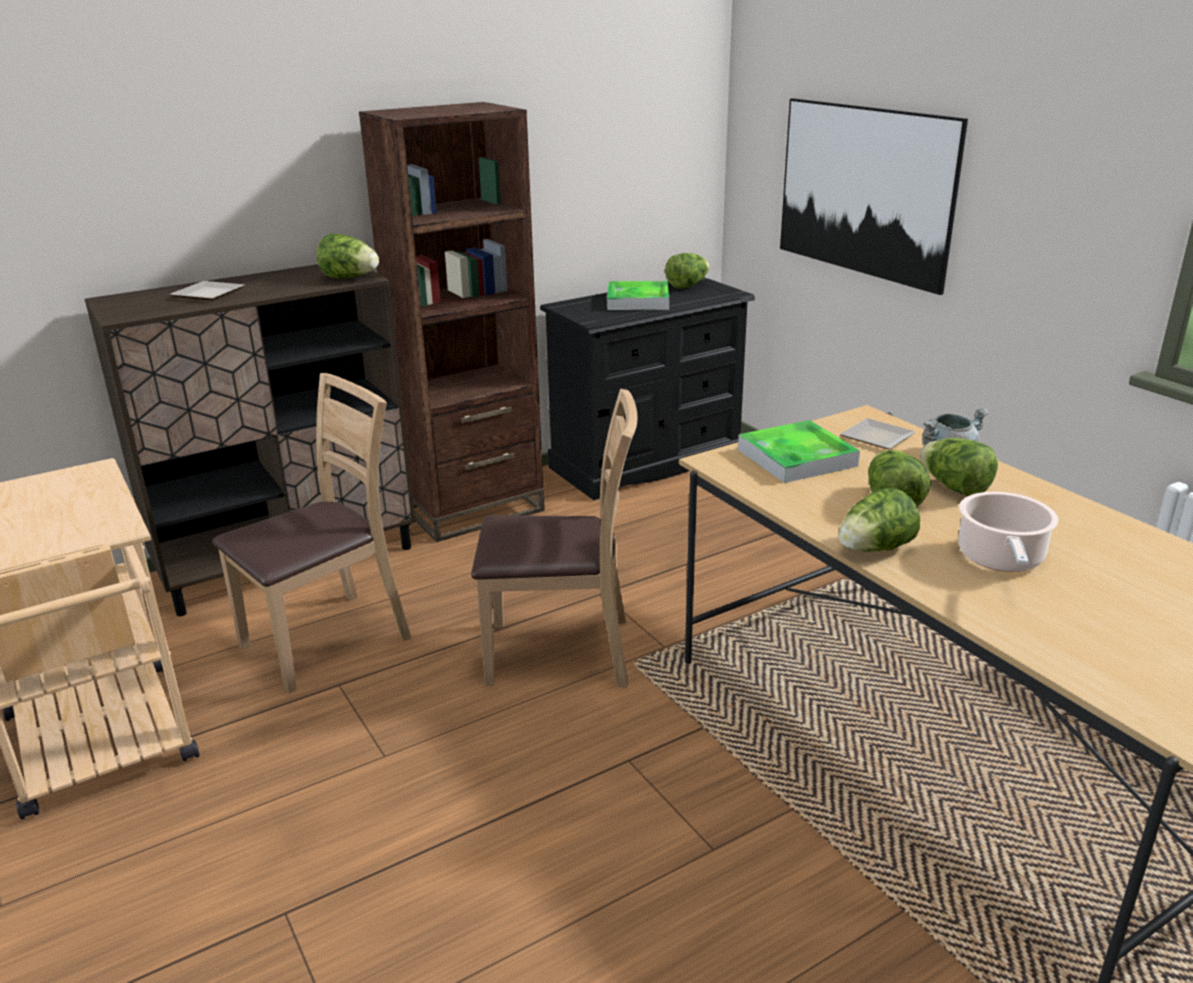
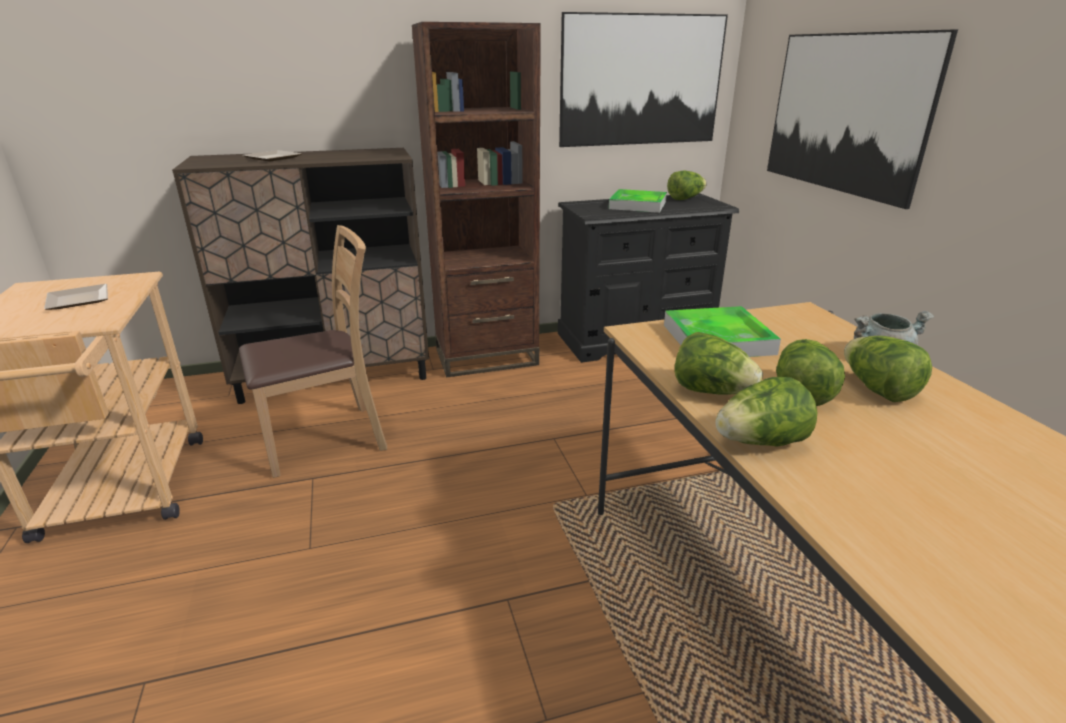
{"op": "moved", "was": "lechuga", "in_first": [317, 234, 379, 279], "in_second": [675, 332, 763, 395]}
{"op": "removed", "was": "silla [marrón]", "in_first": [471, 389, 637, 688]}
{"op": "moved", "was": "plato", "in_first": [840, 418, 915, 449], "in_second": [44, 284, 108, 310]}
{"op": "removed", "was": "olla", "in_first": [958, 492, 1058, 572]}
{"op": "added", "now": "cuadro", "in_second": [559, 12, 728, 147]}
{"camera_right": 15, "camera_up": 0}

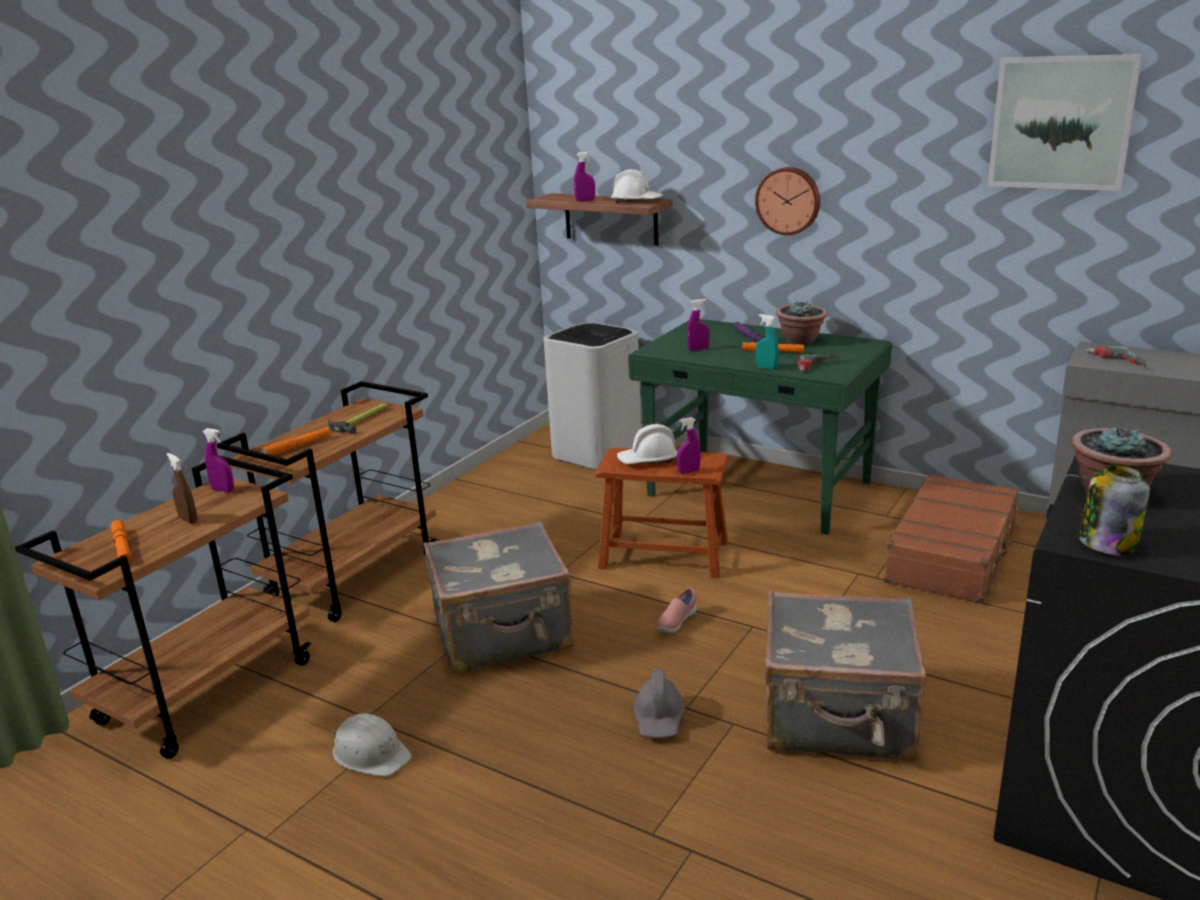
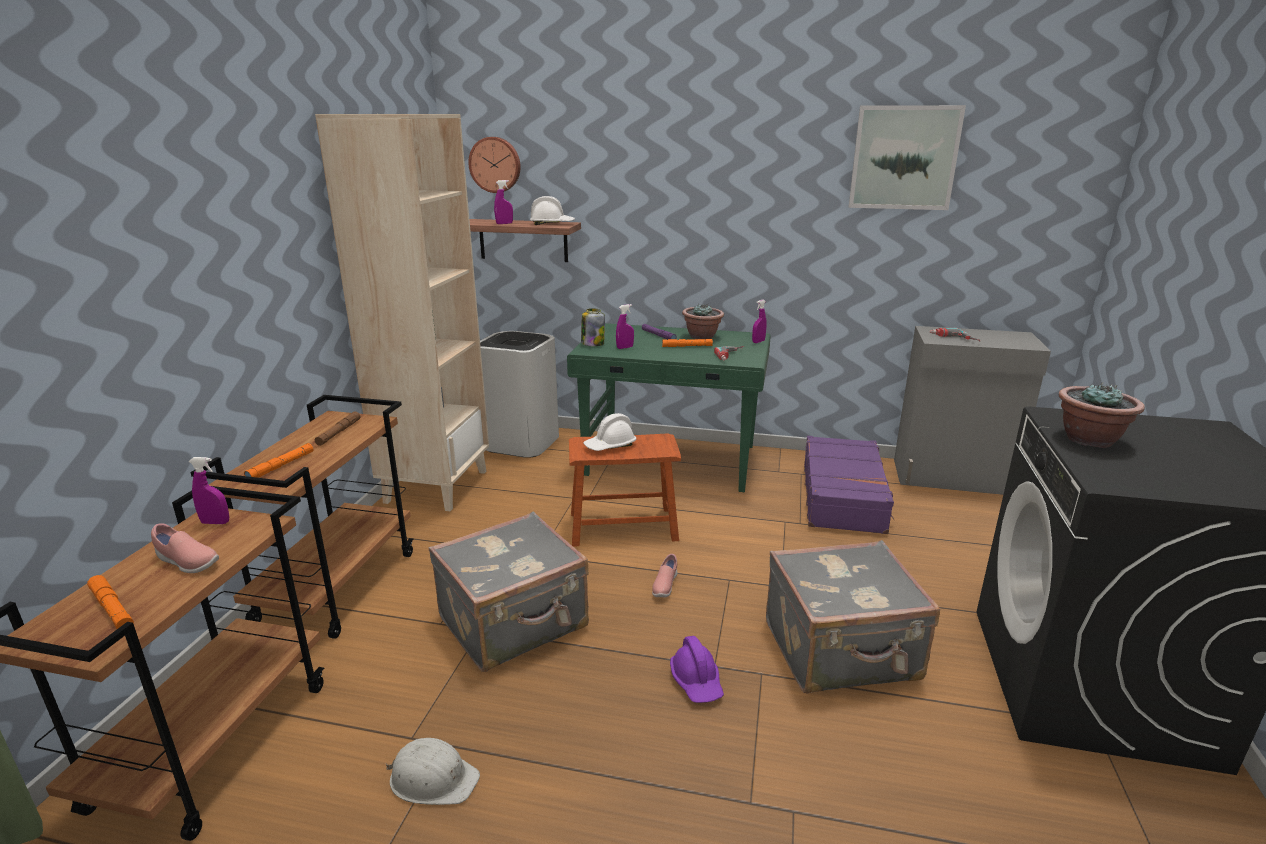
{"op": "moved", "was": "reloj de pared", "in_first": [755, 167, 820, 235], "in_second": [468, 137, 521, 193]}
{"op": "removed", "was": "pulverizador [turquesa]", "in_first": [755, 314, 779, 370]}
{"op": "replaced", "was": "martillo", "now": "linterna [marrón]", "in_first": [328, 403, 388, 434], "in_second": [315, 412, 360, 446]}
{"op": "moved", "was": "pulverizador [morado]", "in_first": [677, 417, 701, 474], "in_second": [752, 300, 767, 343]}
{"op": "replaced", "was": "pulverizador [marrón]", "now": "zapato [rosa]", "in_first": [167, 453, 198, 524], "in_second": [151, 523, 219, 573]}
{"op": "moved", "was": "tarro", "in_first": [1079, 465, 1150, 555], "in_second": [581, 308, 605, 346]}
{"op": "recoloured", "was": "maleta [marrón]", "now": "maleta [morado]", "in_first": [884, 474, 1020, 604], "in_second": [804, 436, 895, 534]}
{"op": "recoloured", "was": "casco [gris]", "now": "casco [morado]", "in_first": [633, 669, 685, 738], "in_second": [670, 636, 724, 703]}
{"op": "added", "now": "estantería [beis]", "in_second": [315, 114, 489, 511]}
{"camera_right": -20, "camera_up": 0}

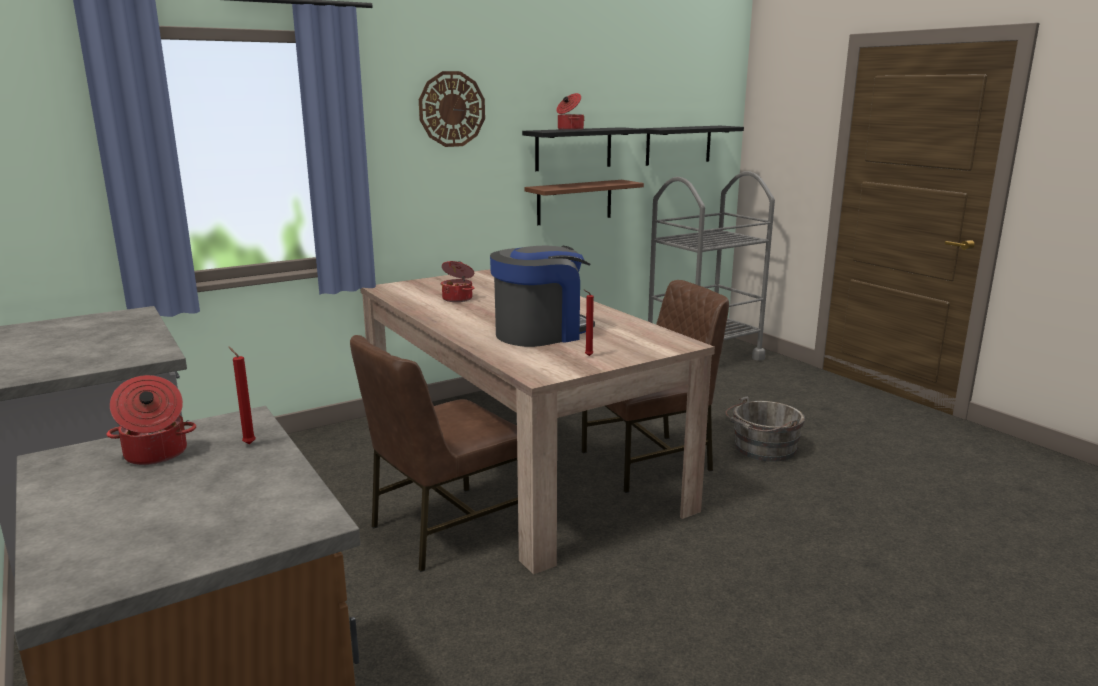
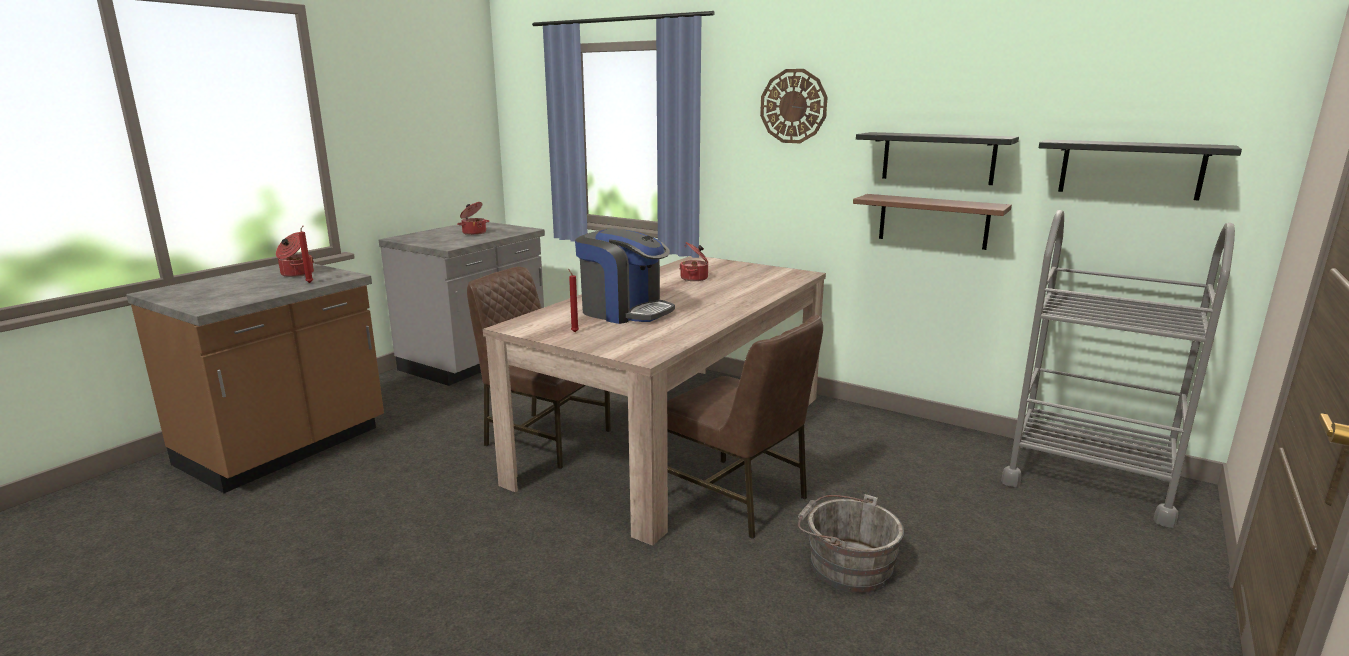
{"op": "moved", "was": "olla", "in_first": [556, 93, 584, 131], "in_second": [457, 202, 490, 235]}
{"camera_right": 65, "camera_up": 0}

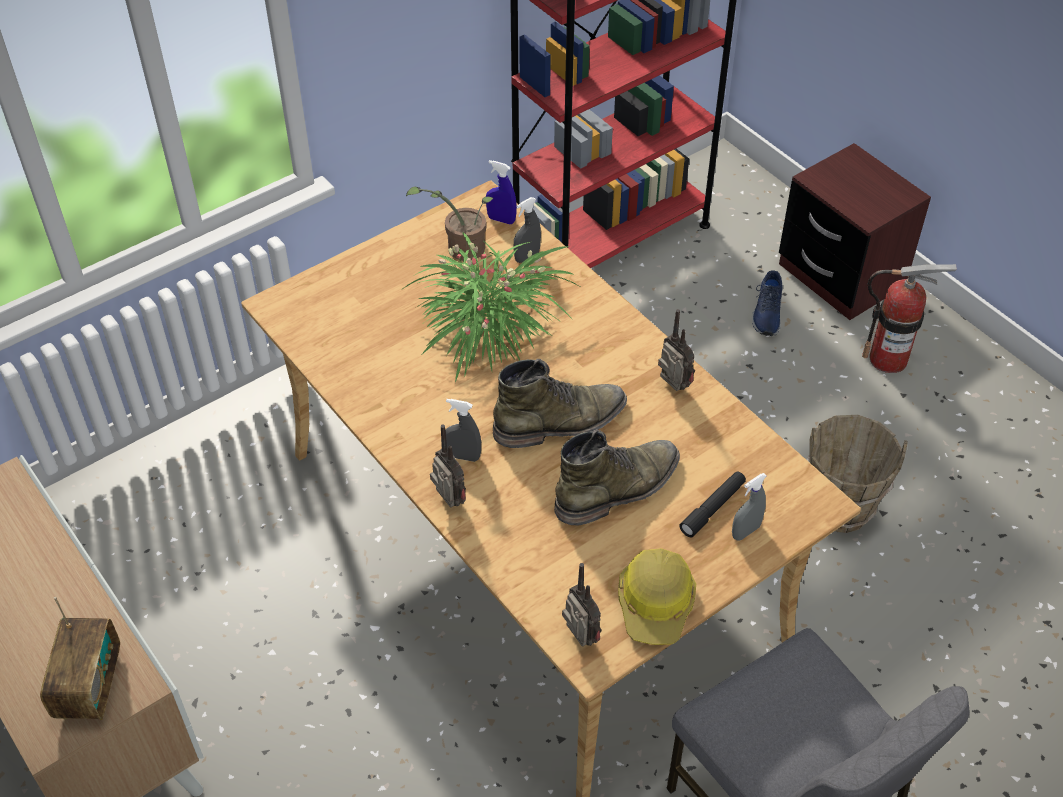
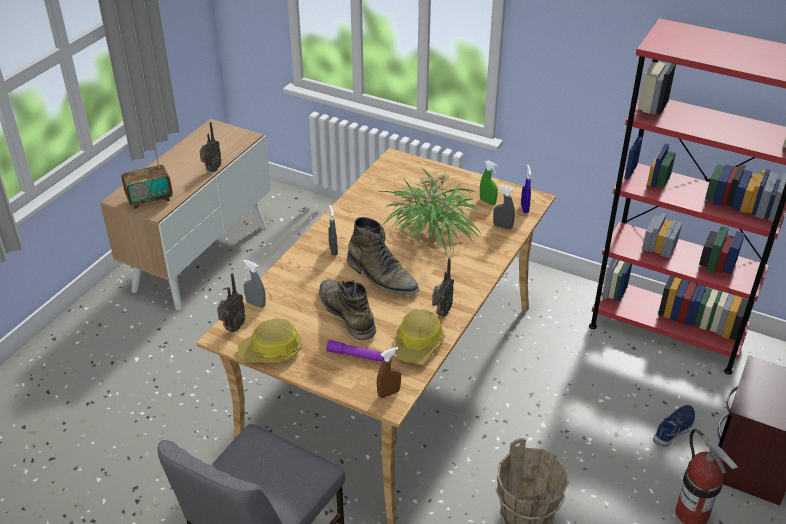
{"op": "replaced", "was": "planta en maceta", "now": "pulverizador [verde]", "in_first": [406, 187, 493, 261], "in_second": [480, 160, 498, 205]}
{"op": "turned", "was": "zapato [azul]", "in_first": [752, 270, 783, 336], "in_second": [653, 405, 695, 446], "clockwise": 150}
{"op": "moved", "was": "radio", "in_first": [430, 424, 466, 508], "in_second": [200, 122, 222, 172]}
{"op": "turned", "was": "bota [verde]", "in_first": [554, 429, 680, 526], "in_second": [319, 279, 376, 340], "clockwise": -150}
{"op": "recoloured", "was": "linterna [negro]", "now": "linterna [morado]", "in_first": [679, 471, 746, 537], "in_second": [326, 340, 384, 362]}
{"op": "moved", "was": "pulverizador [gris]", "in_first": [732, 473, 767, 541], "in_second": [243, 259, 266, 308]}
{"op": "added", "now": "casco", "in_second": [395, 309, 445, 364]}
{"op": "added", "now": "pulverizador [marrón]", "in_second": [377, 347, 401, 398]}
{"camera_right": 65, "camera_up": -10}

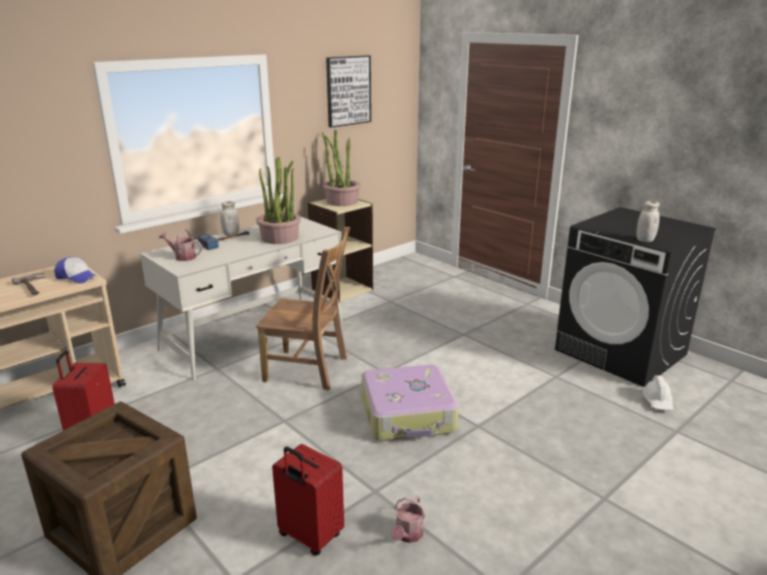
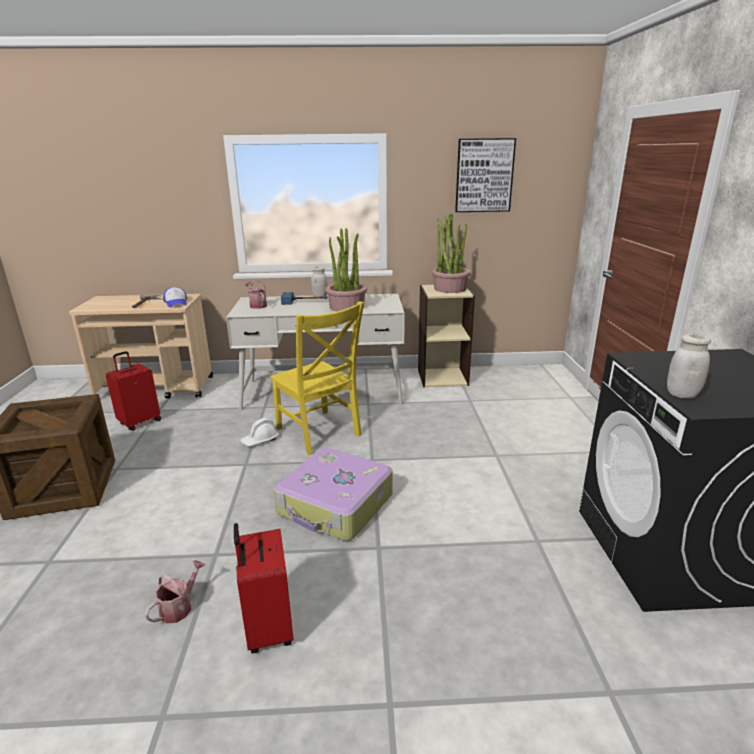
{"op": "recoloured", "was": "silla [marrón]", "now": "silla [amarillo]", "in_first": [256, 227, 350, 391], "in_second": [270, 301, 364, 455]}
{"op": "moved", "was": "casco [blanco]", "in_first": [642, 375, 673, 410], "in_second": [241, 418, 279, 446]}
{"op": "moved", "was": "maleta [rojo]", "in_first": [272, 444, 344, 555], "in_second": [234, 523, 293, 653]}
{"op": "turned", "was": "regadera", "in_first": [391, 496, 426, 543], "in_second": [145, 560, 205, 624], "clockwise": 150}
{"camera_right": 40, "camera_up": 0}

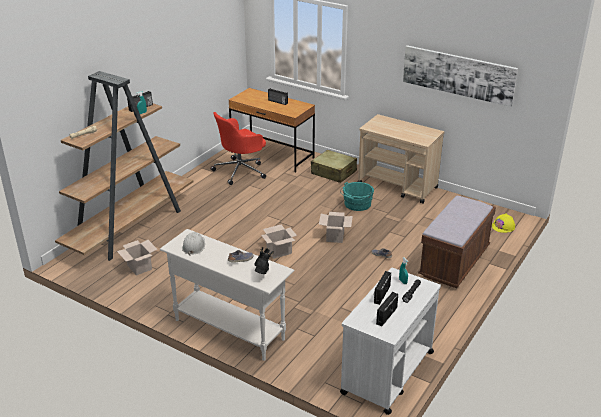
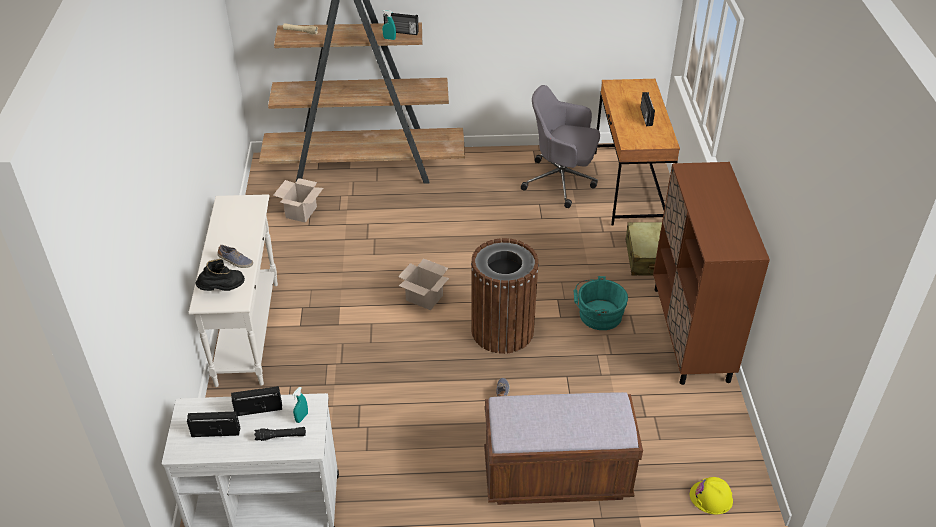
{"op": "removed", "was": "cuadro", "in_first": [403, 45, 518, 107]}
{"op": "recoloured", "was": "silla de oficina [rojo]", "now": "silla de oficina [gris]", "in_first": [211, 112, 266, 185], "in_second": [521, 85, 600, 208]}
{"op": "replaced", "was": "carrito [beis]", "now": "armario [marrón]", "in_first": [358, 114, 444, 204], "in_second": [653, 162, 770, 385]}
{"op": "replaced", "was": "caja de cartón", "now": "papelera [marrón]", "in_first": [319, 212, 353, 243], "in_second": [471, 238, 539, 354]}
{"op": "removed", "was": "casco [blanco]", "in_first": [182, 232, 205, 255]}
{"camera_right": 55, "camera_up": 10}

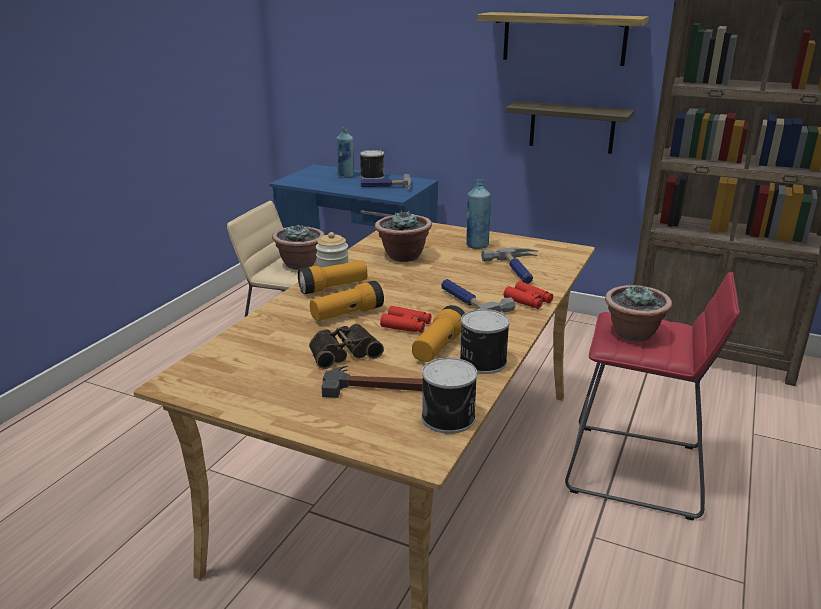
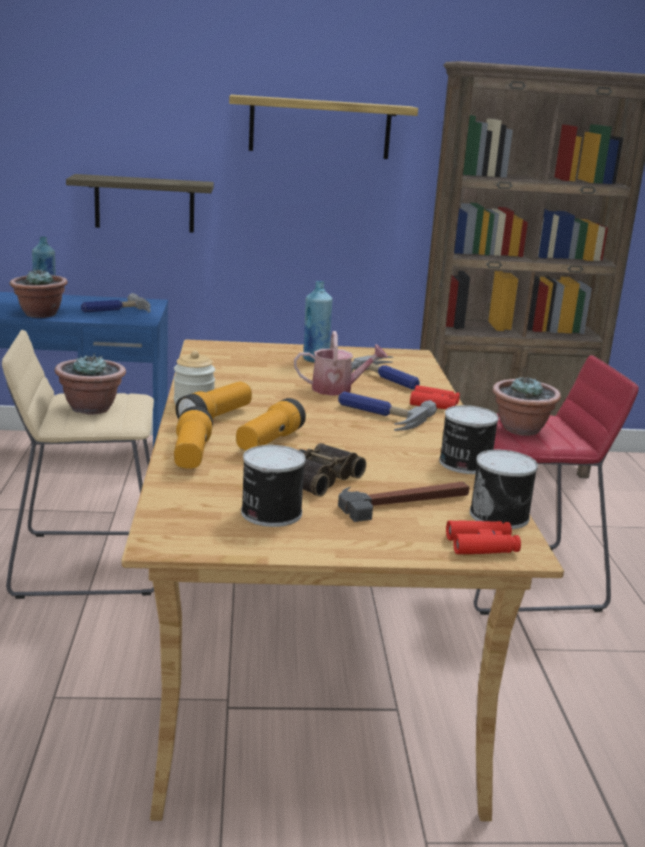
{"op": "moved", "was": "estante", "in_first": [505, 101, 635, 154], "in_second": [66, 174, 214, 233]}
{"op": "moved", "was": "lata", "in_first": [360, 150, 385, 179], "in_second": [241, 445, 306, 527]}
{"op": "moved", "was": "planta en maceta", "in_first": [375, 210, 432, 262], "in_second": [10, 268, 68, 318]}
{"op": "moved", "was": "linterna", "in_first": [412, 305, 465, 362], "in_second": [174, 406, 213, 469]}
{"op": "moved", "was": "prismáticos [rojo]", "in_first": [380, 306, 431, 333], "in_second": [446, 520, 521, 554]}
{"op": "added", "now": "regadera", "in_second": [294, 331, 388, 396]}
{"camera_right": -30, "camera_up": -5}

